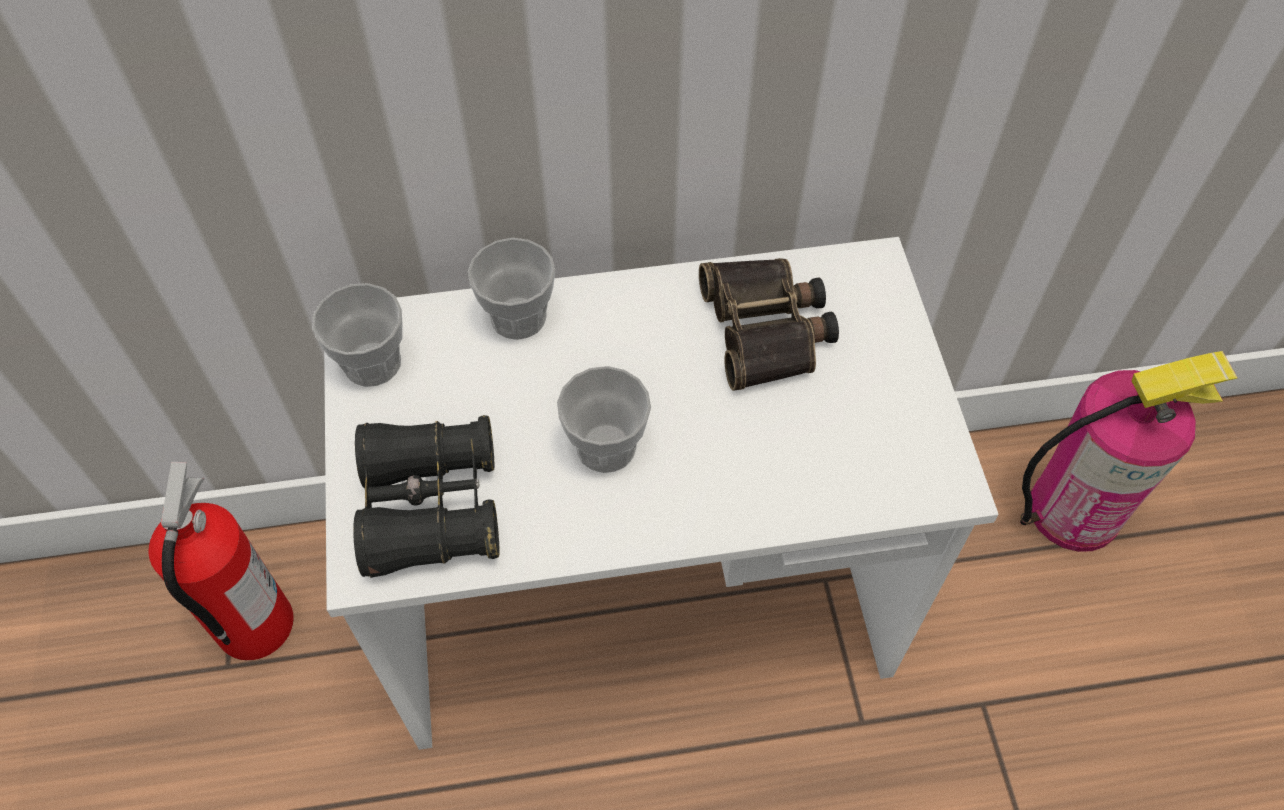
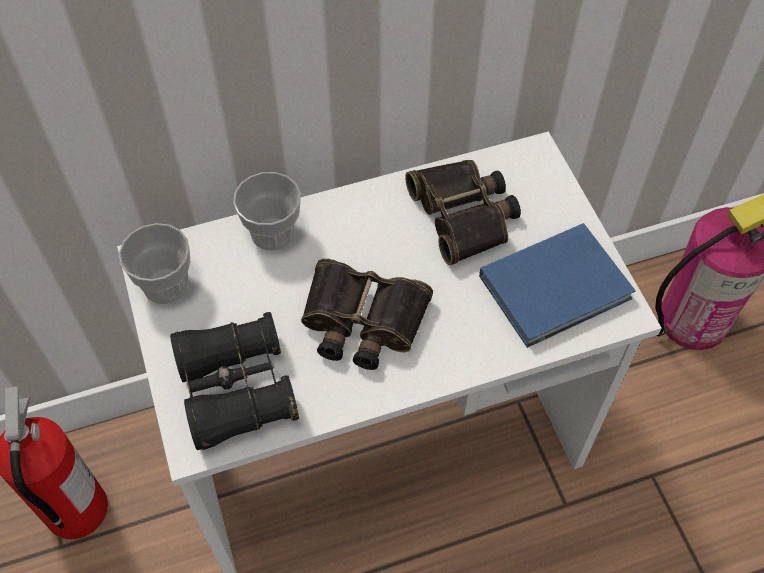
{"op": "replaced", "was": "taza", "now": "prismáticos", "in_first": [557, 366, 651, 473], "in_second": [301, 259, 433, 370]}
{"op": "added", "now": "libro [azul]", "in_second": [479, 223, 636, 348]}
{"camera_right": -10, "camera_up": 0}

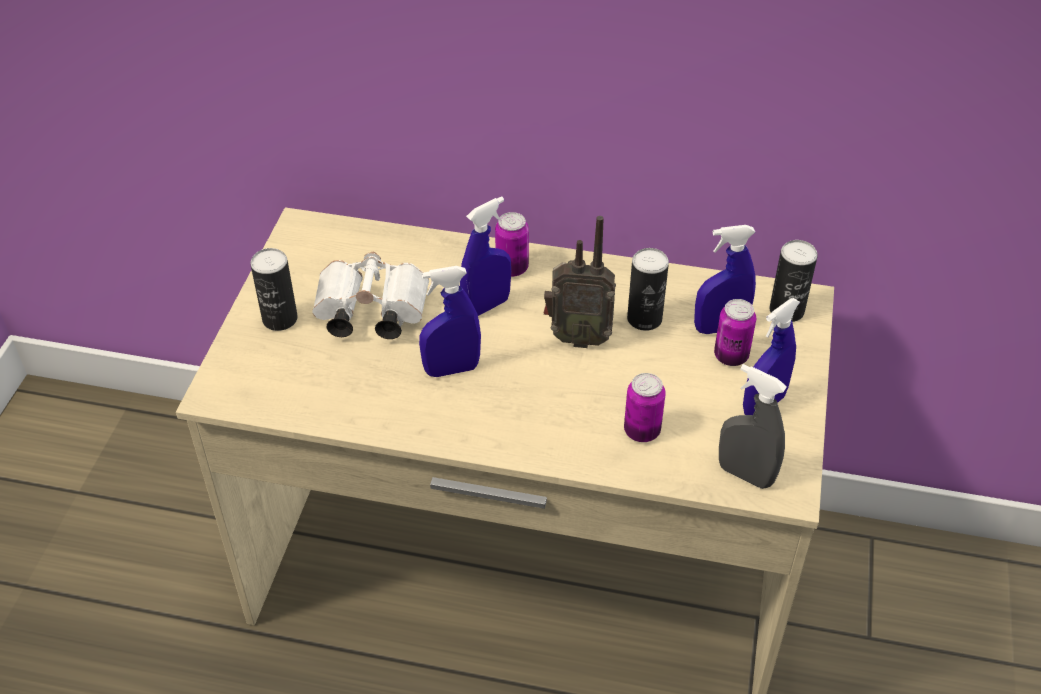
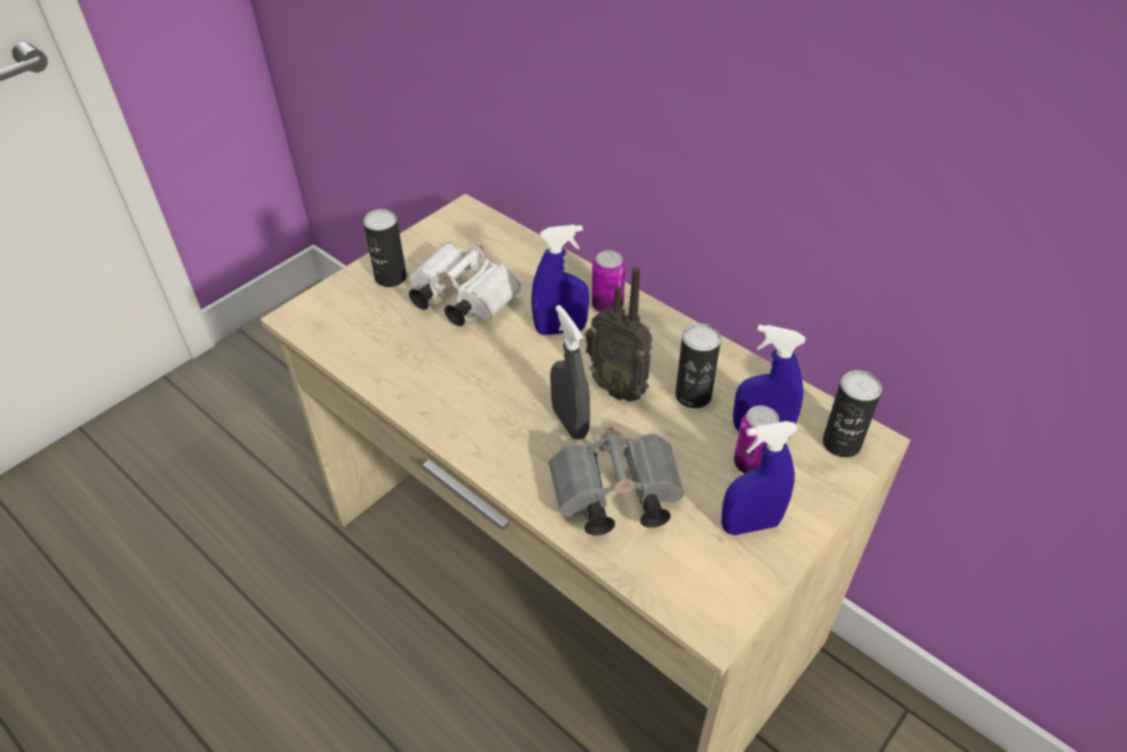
{"op": "removed", "was": "pulverizador [azul]", "in_first": [419, 266, 481, 377]}
{"op": "moved", "was": "pulverizador [gris]", "in_first": [719, 364, 787, 489], "in_second": [550, 305, 590, 440]}
{"op": "replaced", "was": "lata", "now": "prismáticos [gris]", "in_first": [624, 373, 666, 442], "in_second": [548, 427, 684, 536]}
{"camera_right": 30, "camera_up": 0}

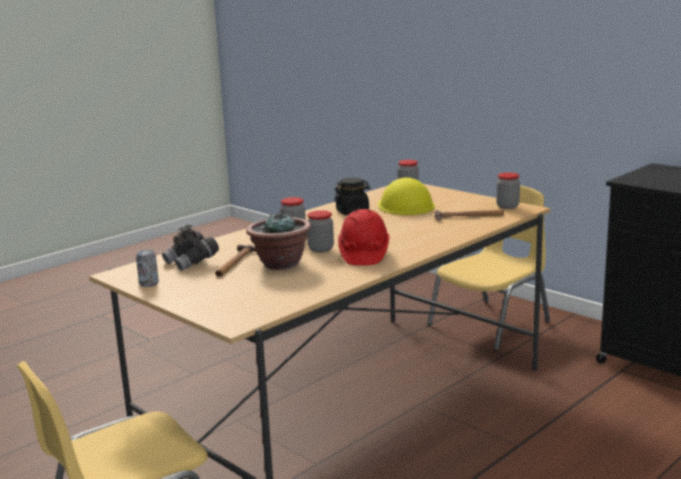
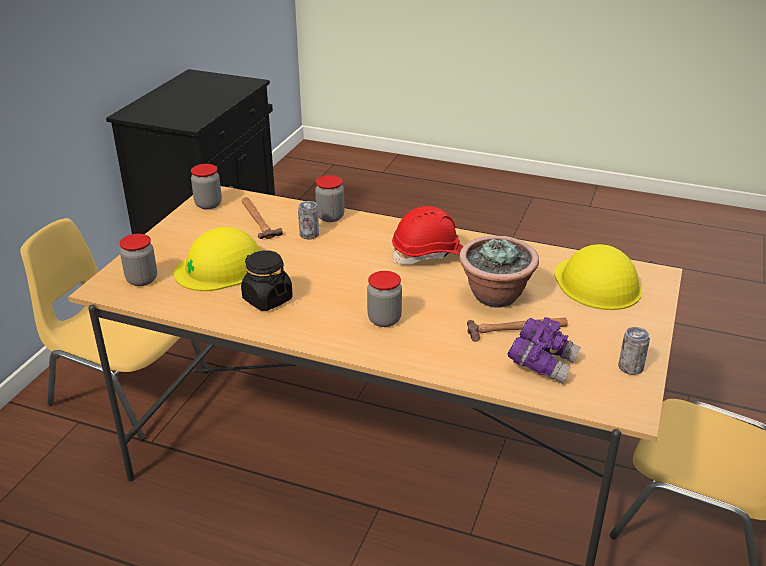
{"op": "moved", "was": "tarro", "in_first": [307, 210, 334, 253], "in_second": [315, 175, 345, 222]}
{"op": "recoloured", "was": "prismáticos [gris]", "now": "prismáticos [morado]", "in_first": [162, 225, 219, 271], "in_second": [508, 317, 581, 384]}
{"op": "added", "now": "lata", "in_second": [298, 201, 319, 239]}
{"op": "added", "now": "casco [amarillo]", "in_second": [554, 244, 642, 310]}
{"camera_right": -115, "camera_up": 15}

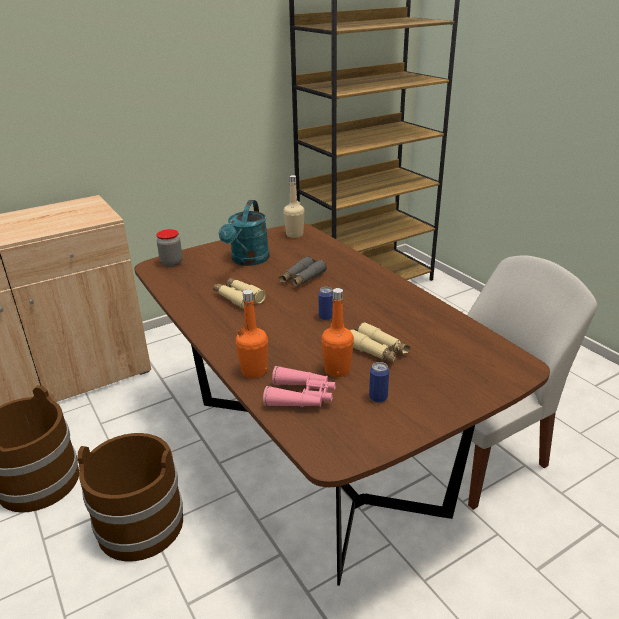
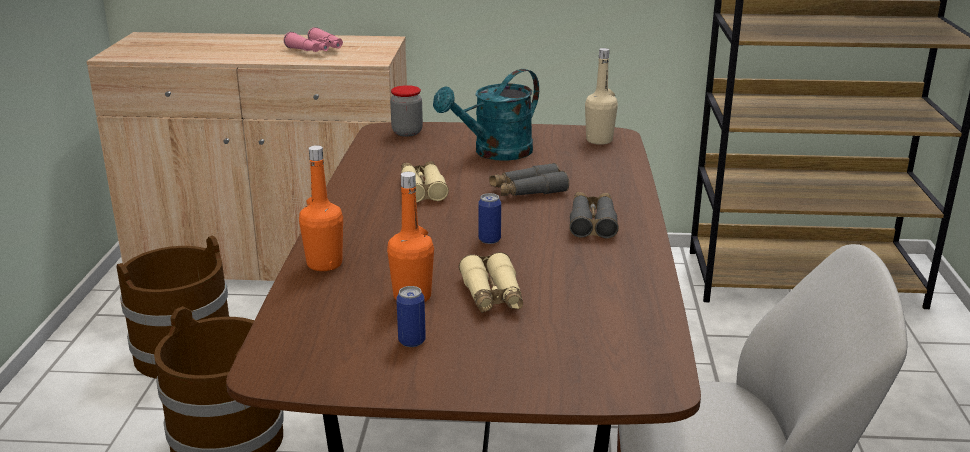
{"op": "moved", "was": "prismáticos [rosa]", "in_first": [263, 366, 336, 407], "in_second": [284, 27, 343, 52]}
{"op": "added", "now": "prismáticos [gris]", "in_second": [569, 192, 619, 239]}
{"camera_right": 35, "camera_up": -5}

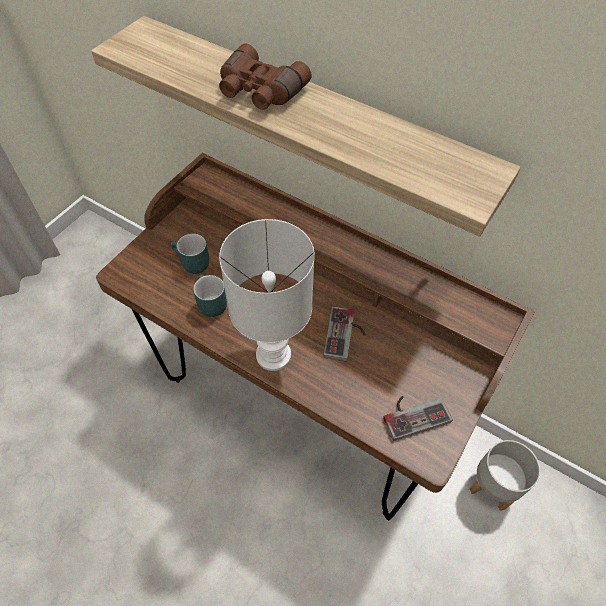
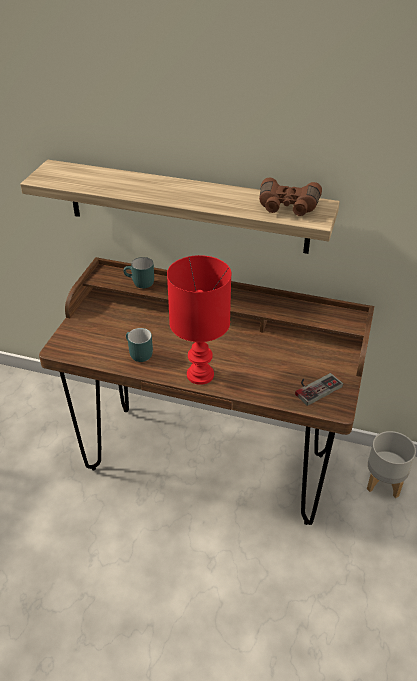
{"op": "moved", "was": "prismáticos [marrón]", "in_first": [219, 43, 312, 110], "in_second": [259, 178, 322, 216]}
{"op": "recoloured", "was": "lámpara de mesa [blanco]", "now": "lámpara de mesa [rojo]", "in_first": [219, 219, 315, 371], "in_second": [167, 255, 232, 385]}
{"op": "moved", "was": "taza grande [turquesa]", "in_first": [171, 233, 209, 274], "in_second": [123, 257, 154, 288]}
{"op": "removed", "was": "mando de consola", "in_first": [324, 306, 366, 361]}
{"camera_right": -15, "camera_up": -15}

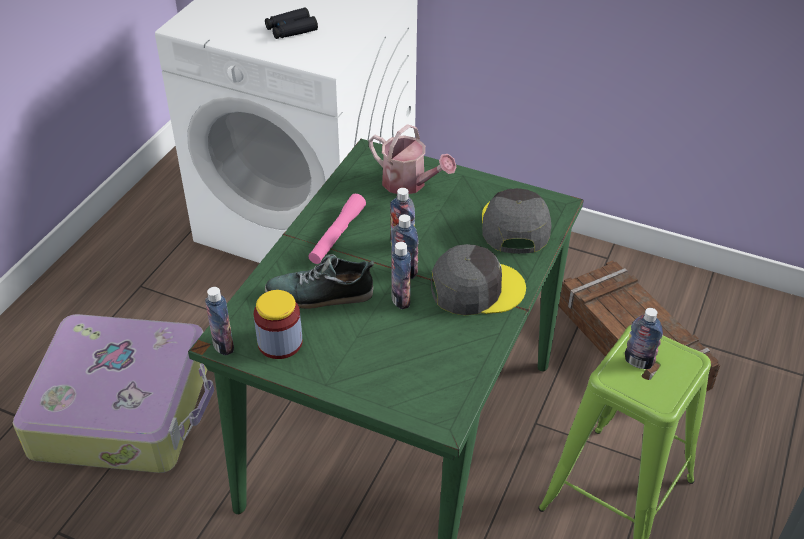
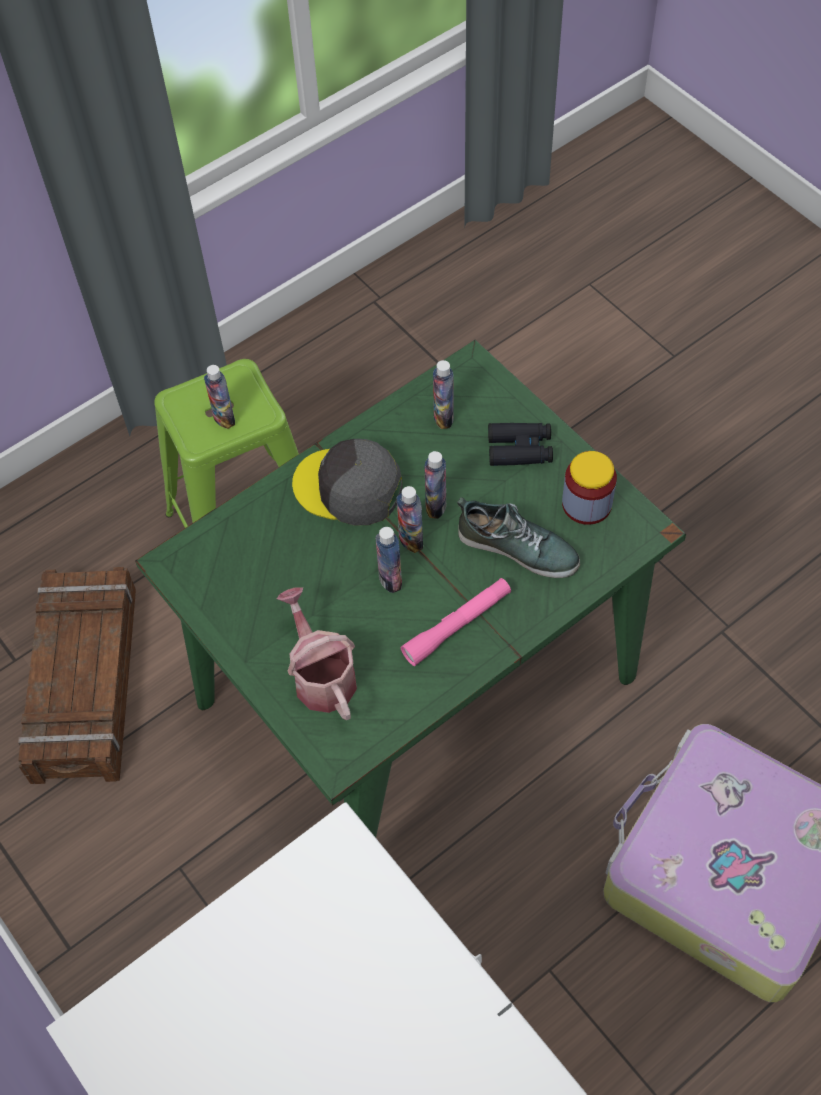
{"op": "moved", "was": "prismáticos [negro]", "in_first": [265, 7, 318, 39], "in_second": [488, 423, 553, 466]}
{"op": "removed", "was": "gorra [gris]", "in_first": [482, 188, 552, 254]}
{"op": "moved", "was": "botella", "in_first": [205, 287, 234, 356], "in_second": [433, 360, 454, 429]}
{"camera_right": -150, "camera_up": 15}

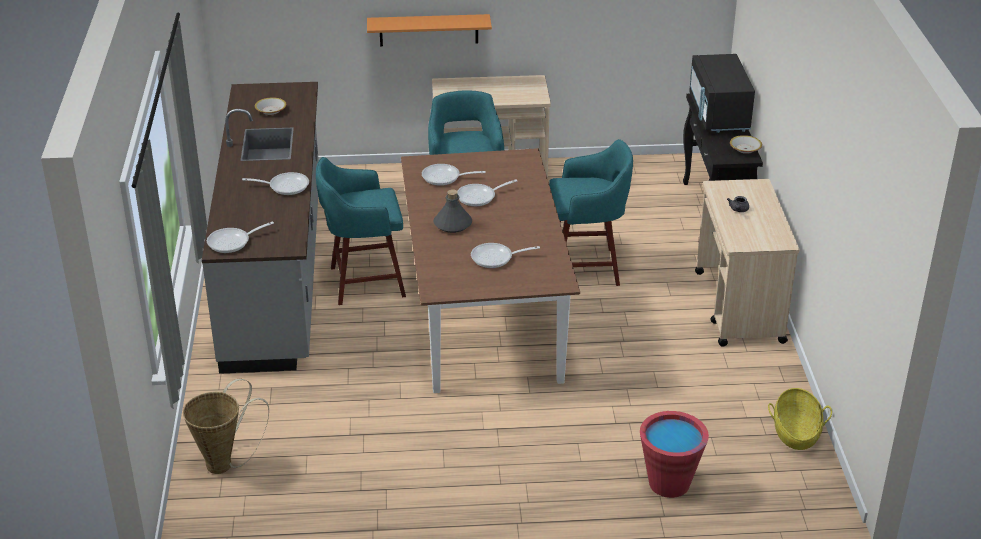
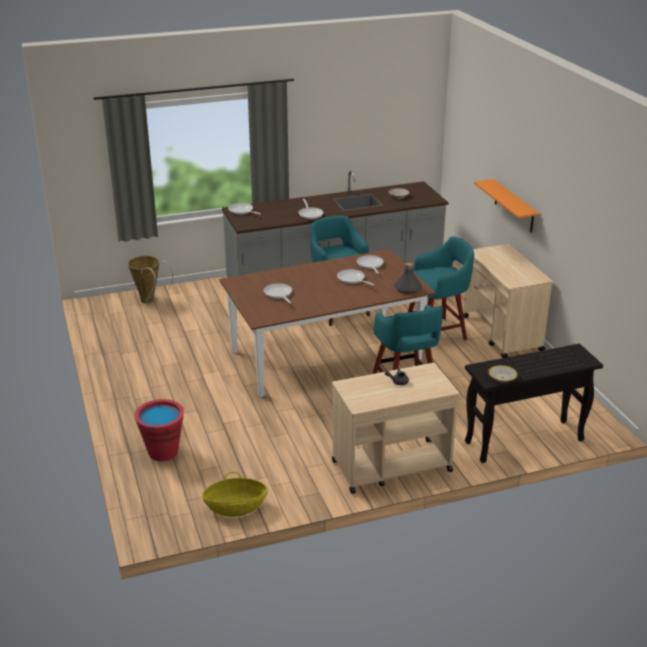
{"op": "removed", "was": "microondas [negro]", "in_first": [689, 54, 755, 133]}
{"op": "moved", "was": "botella [gris]", "in_first": [434, 189, 472, 233], "in_second": [394, 262, 422, 294]}
{"camera_right": 75, "camera_up": -5}

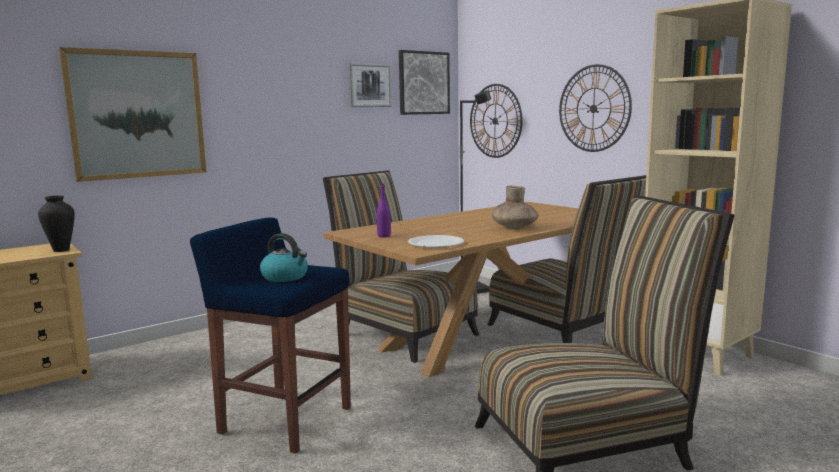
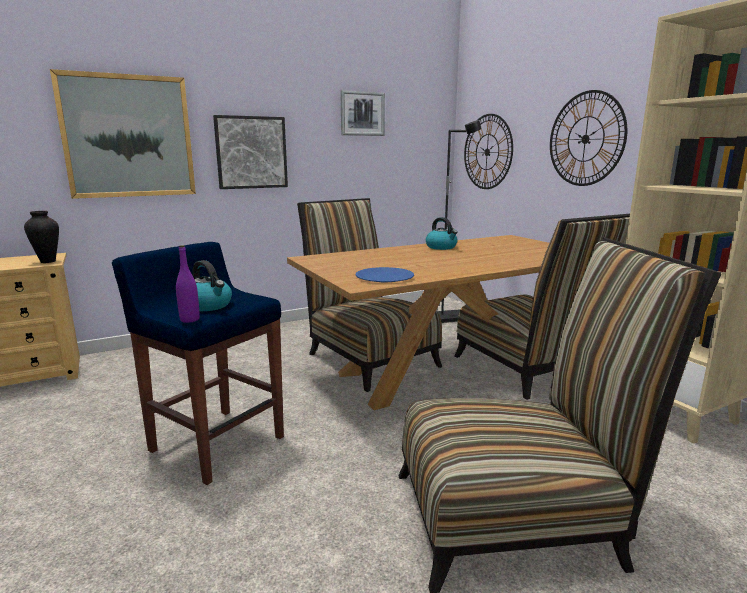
{"op": "moved", "was": "cuadro", "in_first": [399, 50, 450, 115], "in_second": [213, 115, 288, 189]}
{"op": "moved", "was": "botella [morado]", "in_first": [377, 184, 391, 237], "in_second": [176, 245, 200, 323]}
{"op": "removed", "was": "florero [marrón]", "in_first": [491, 186, 539, 229]}
{"op": "recoloured", "was": "plato [blanco]", "now": "plato [azul]", "in_first": [408, 235, 464, 248], "in_second": [355, 267, 414, 282]}
{"op": "added", "now": "hervidor", "in_second": [426, 217, 458, 250]}
{"camera_right": 10, "camera_up": 5}

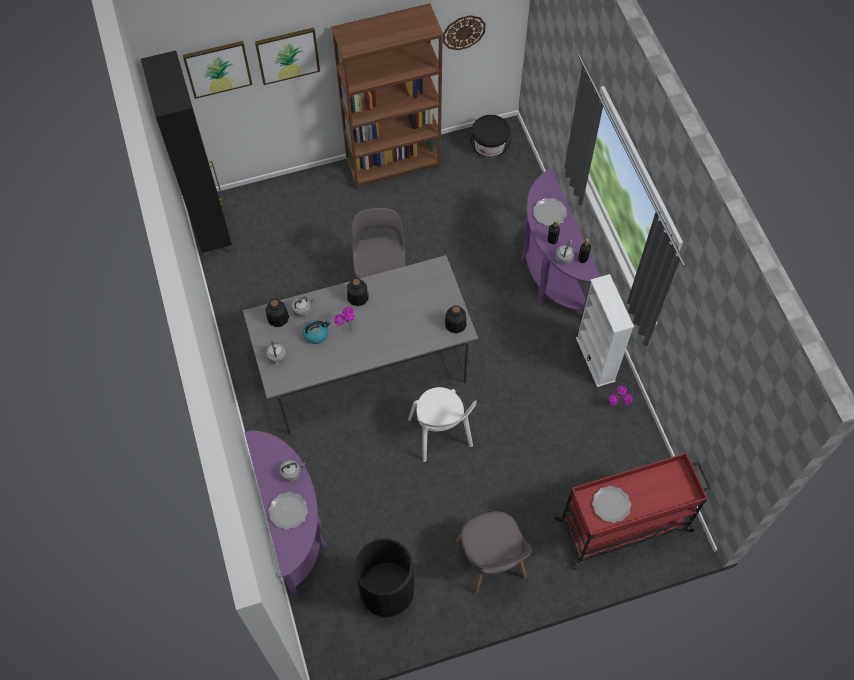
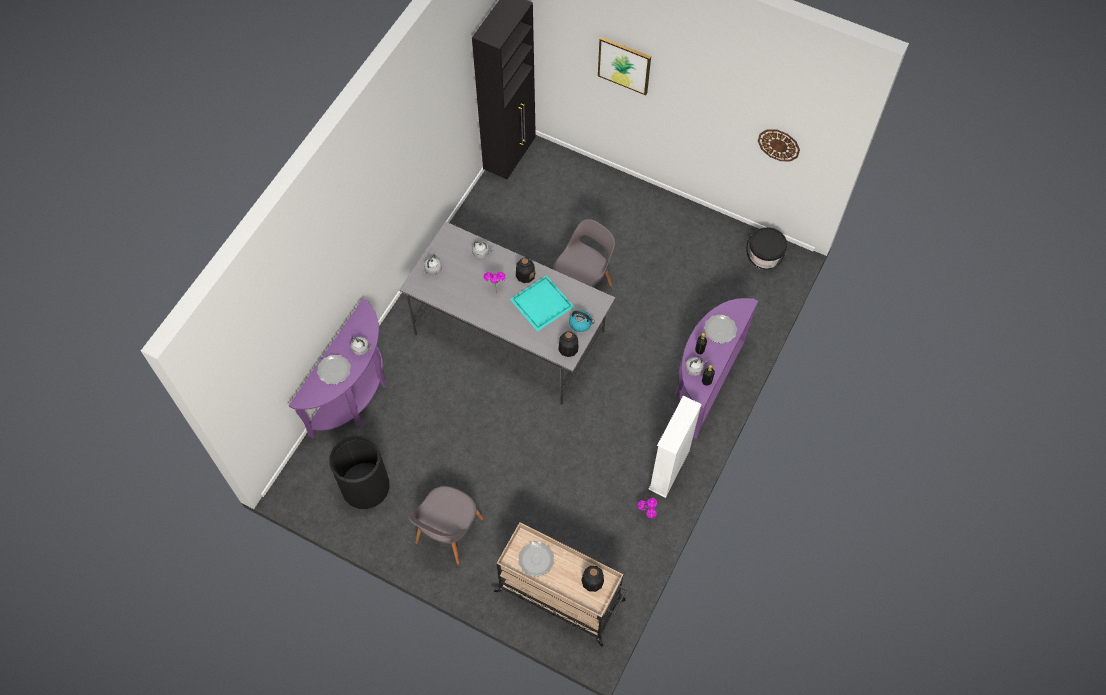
{"op": "removed", "was": "estantería [marrón]", "in_first": [331, 3, 443, 190]}
{"op": "removed", "was": "cuadro", "in_first": [182, 41, 252, 99]}
{"op": "moved", "was": "botella", "in_first": [266, 299, 289, 327], "in_second": [581, 566, 604, 592]}
{"op": "moved", "was": "hervidor", "in_first": [303, 320, 330, 344], "in_second": [569, 310, 595, 332]}
{"op": "removed", "was": "silla [blanco]", "in_first": [408, 387, 477, 462]}
{"op": "recoloured", "was": "carrito [rojo]", "now": "carrito [beis]", "in_first": [554, 453, 711, 570], "in_second": [492, 522, 627, 647]}
{"op": "added", "now": "bandeja [turquesa]", "in_second": [510, 275, 574, 332]}
{"camera_right": 45, "camera_up": 0}

